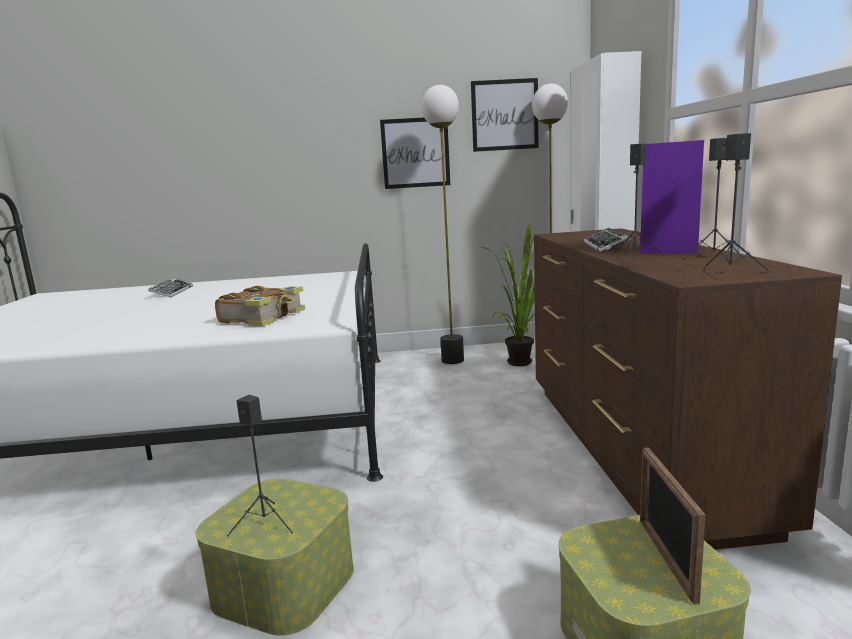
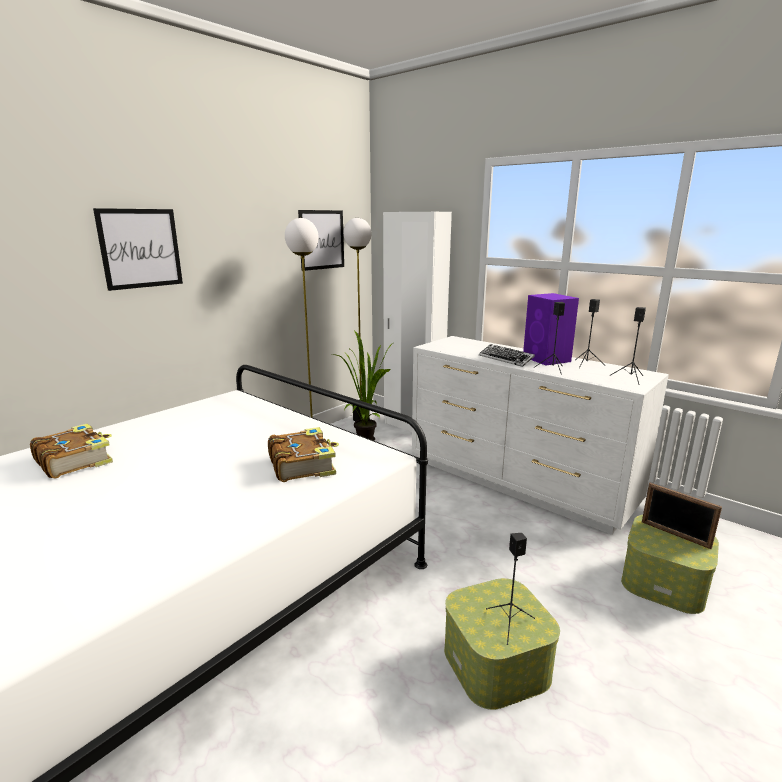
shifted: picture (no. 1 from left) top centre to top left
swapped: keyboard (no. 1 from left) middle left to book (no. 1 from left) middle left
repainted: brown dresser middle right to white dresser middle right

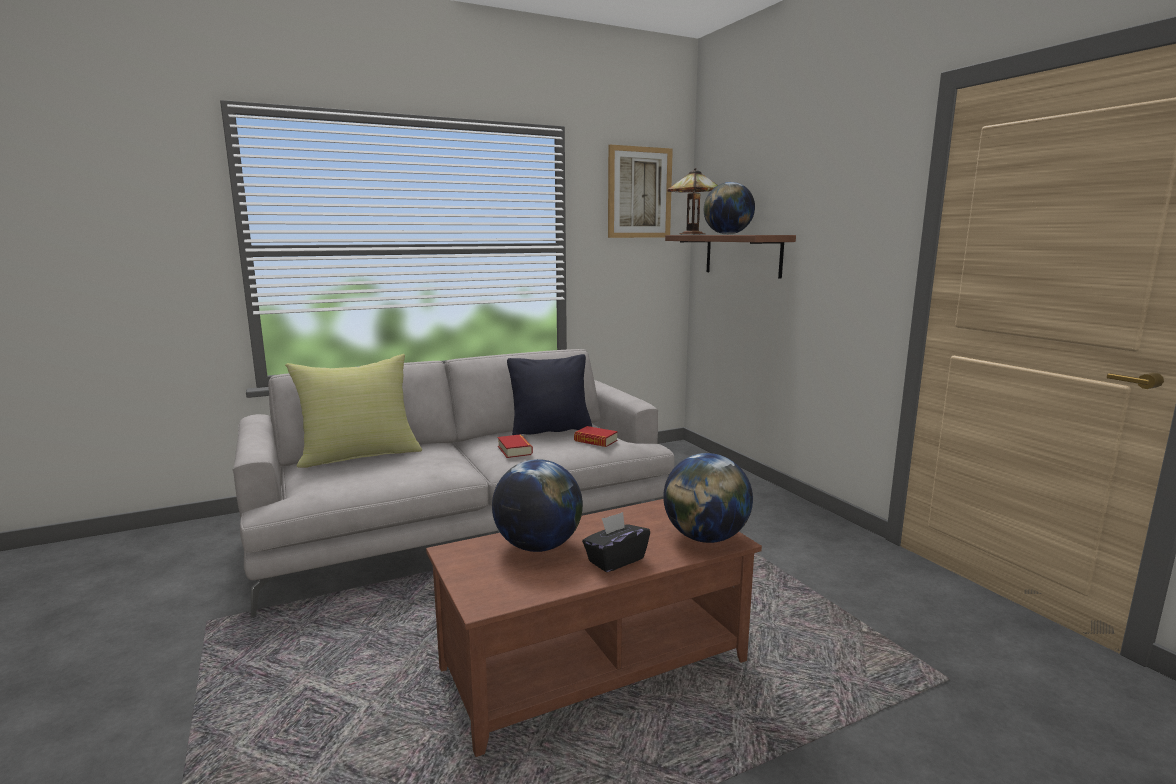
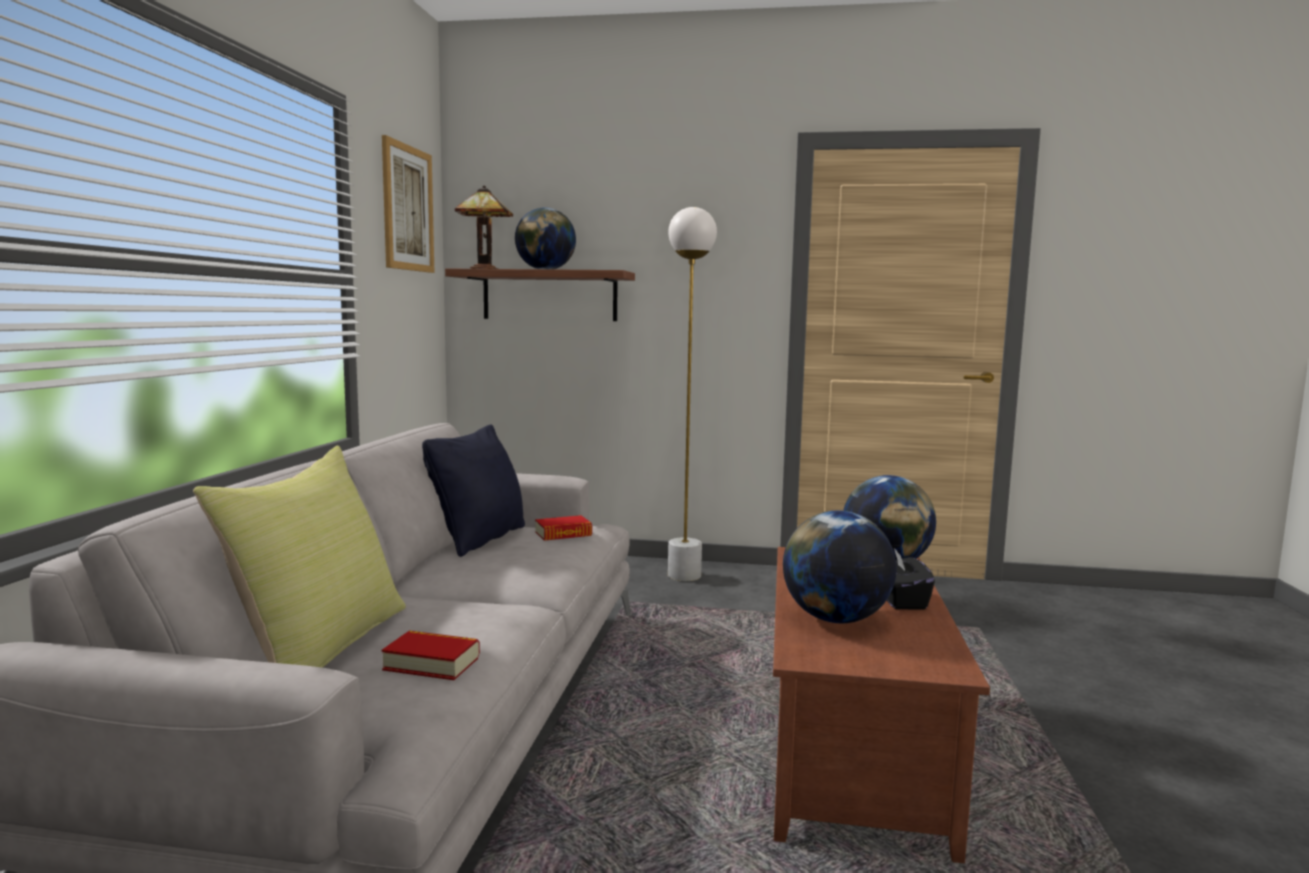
new: white floor lamp centre
shifted: book (no. 1 from left) centre to bottom left

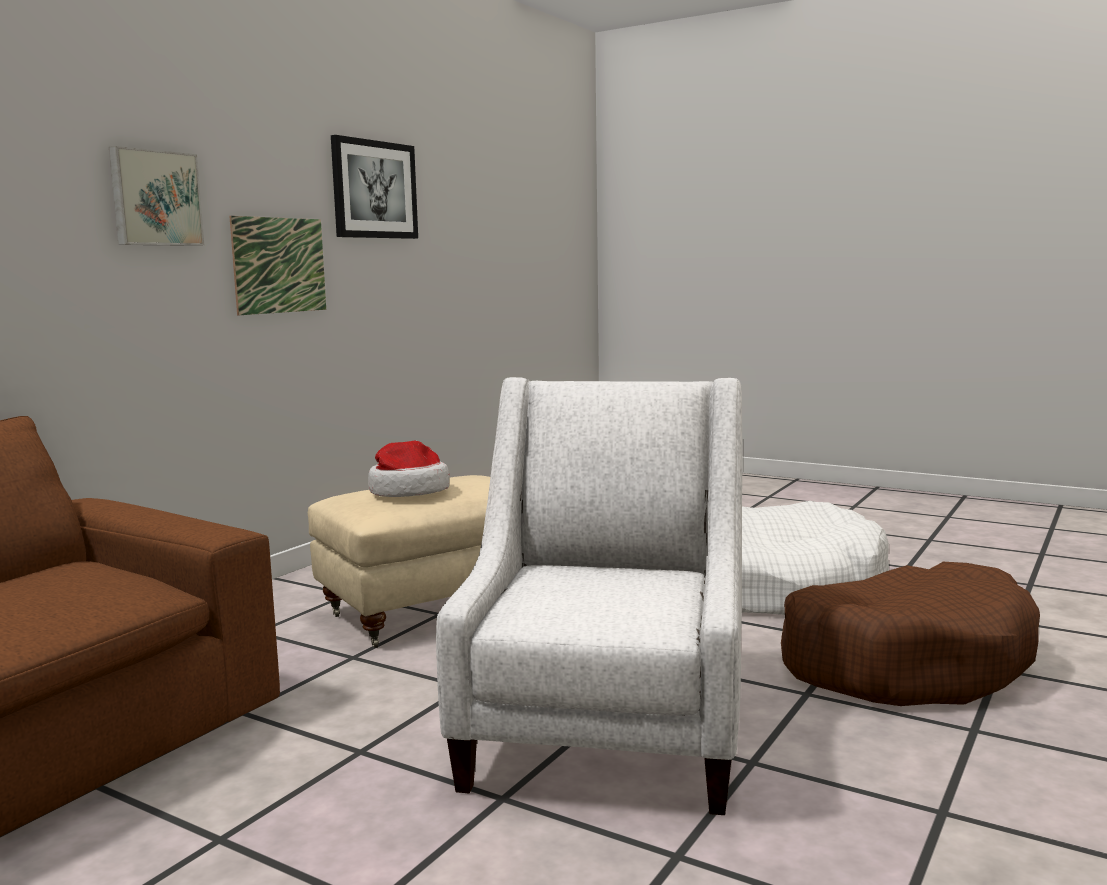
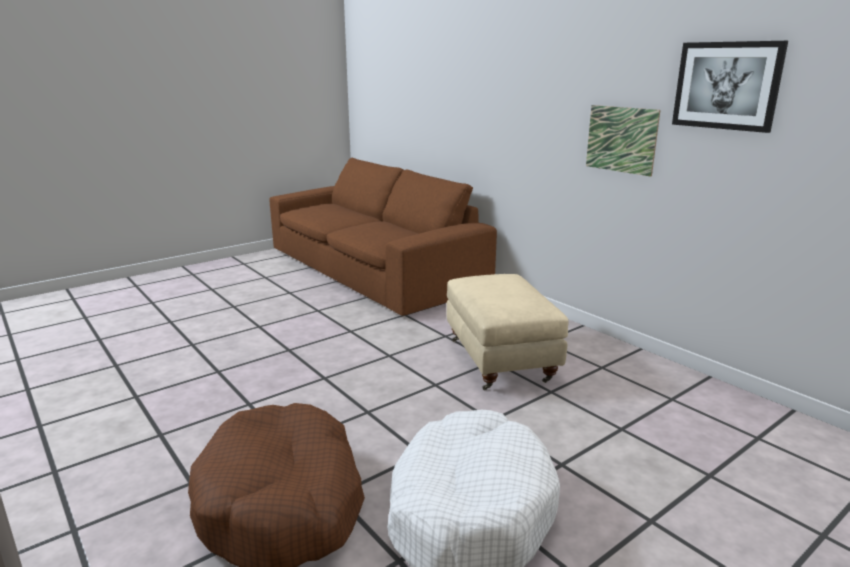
gone: picture (no. 1 from left) top left; hat centre; white armchair bottom centre

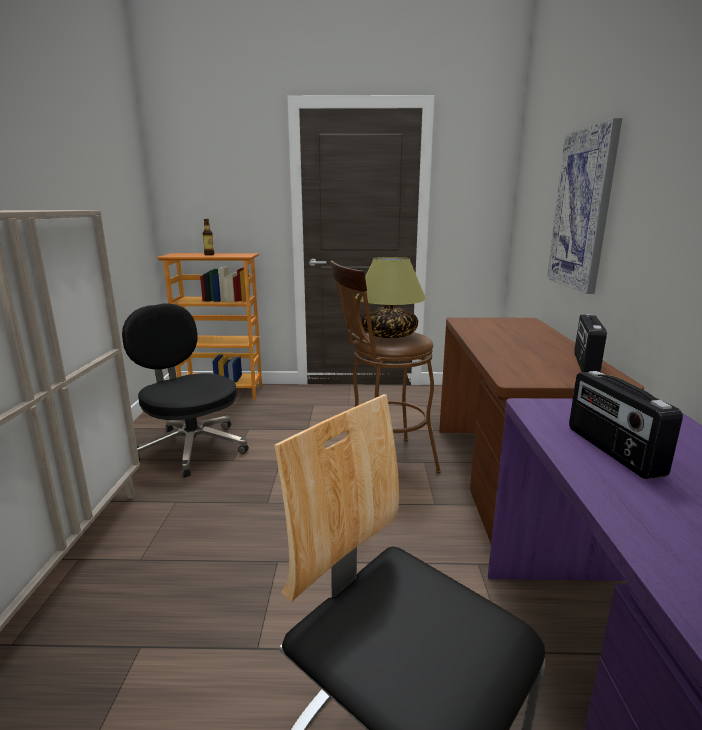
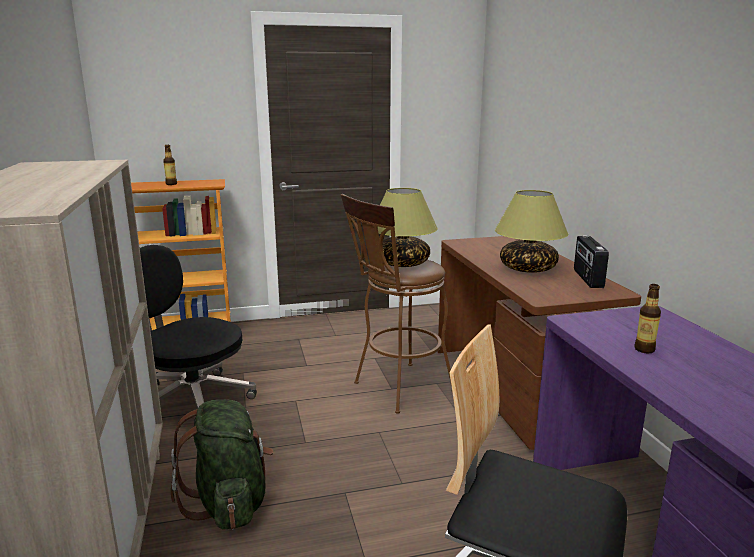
gone: picture top right
new: green backpack bottom left; table lamp (no. 2 from left) middle right
swapped: radio (no. 2 from left) middle right to bottle (no. 2 from left) middle right

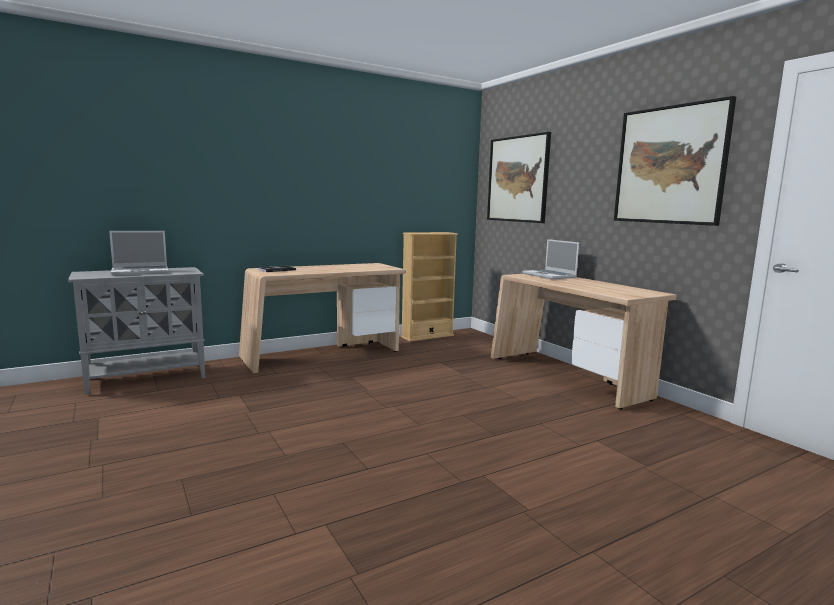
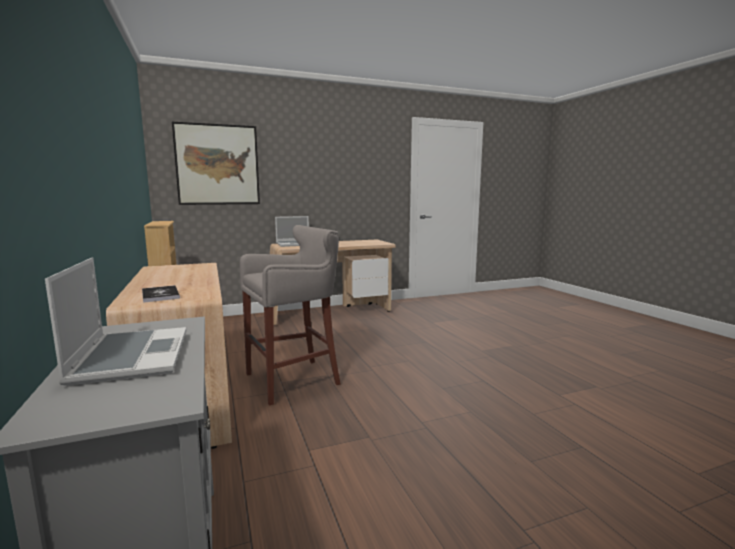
gone: picture (no. 2 from left) top right
new: grey stool centre

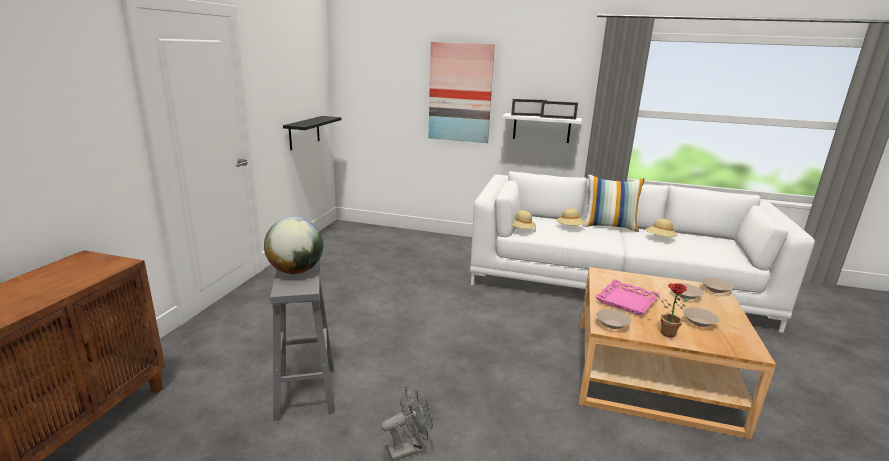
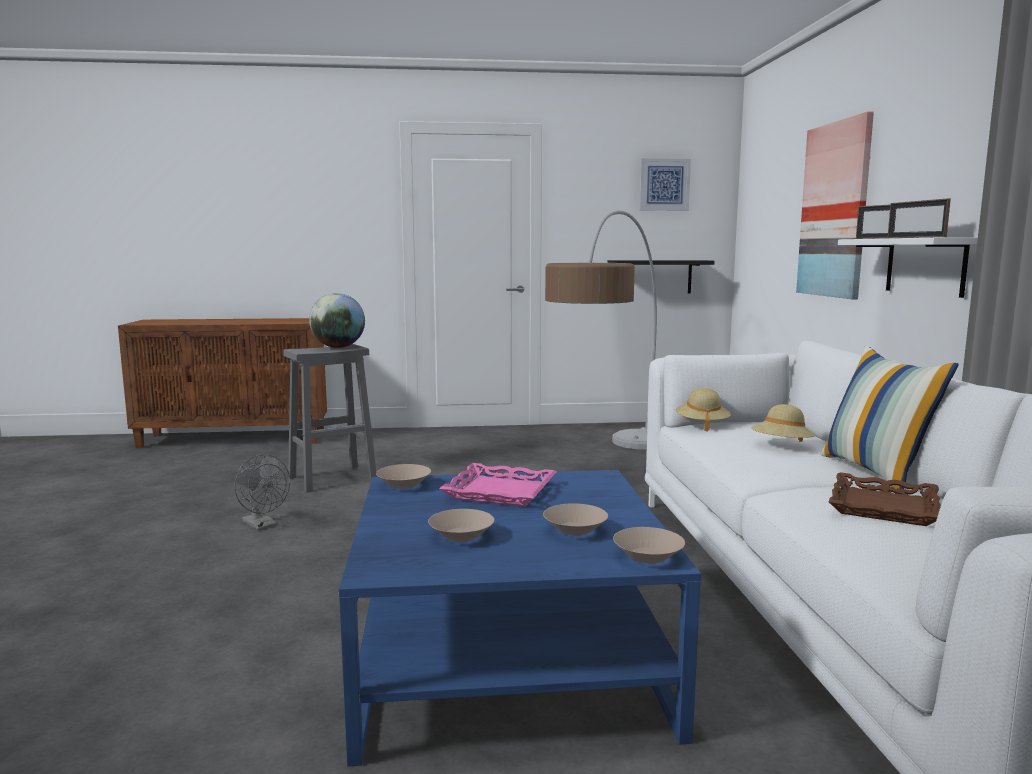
gone: potted plant bottom right
new: floor lamp centre; picture (no. 1 from left) top centre
swapped: beige hat (no. 3 from left) middle right to brown tray middle right
repainted: beige coffee table bottom right to blue coffee table bottom centre

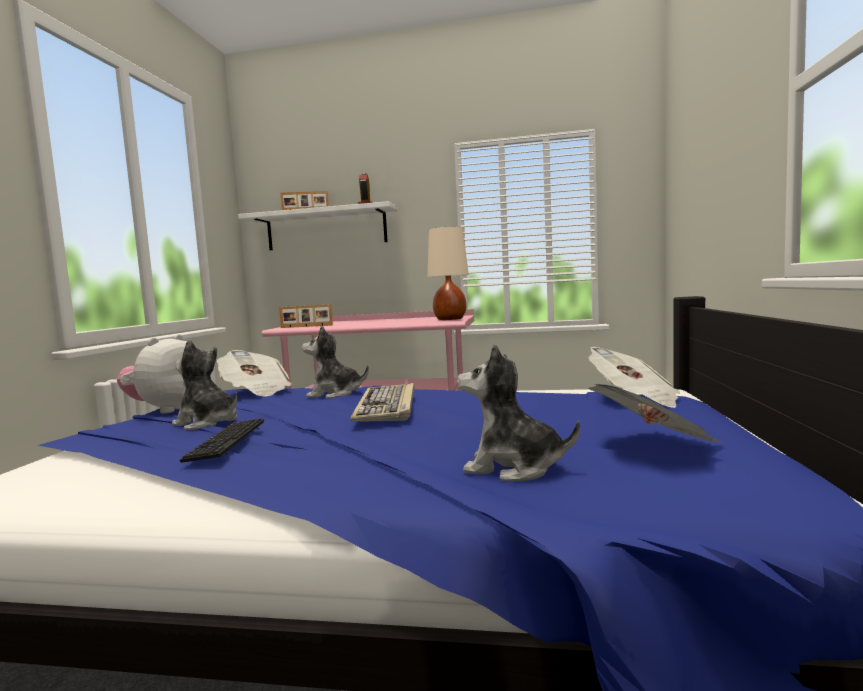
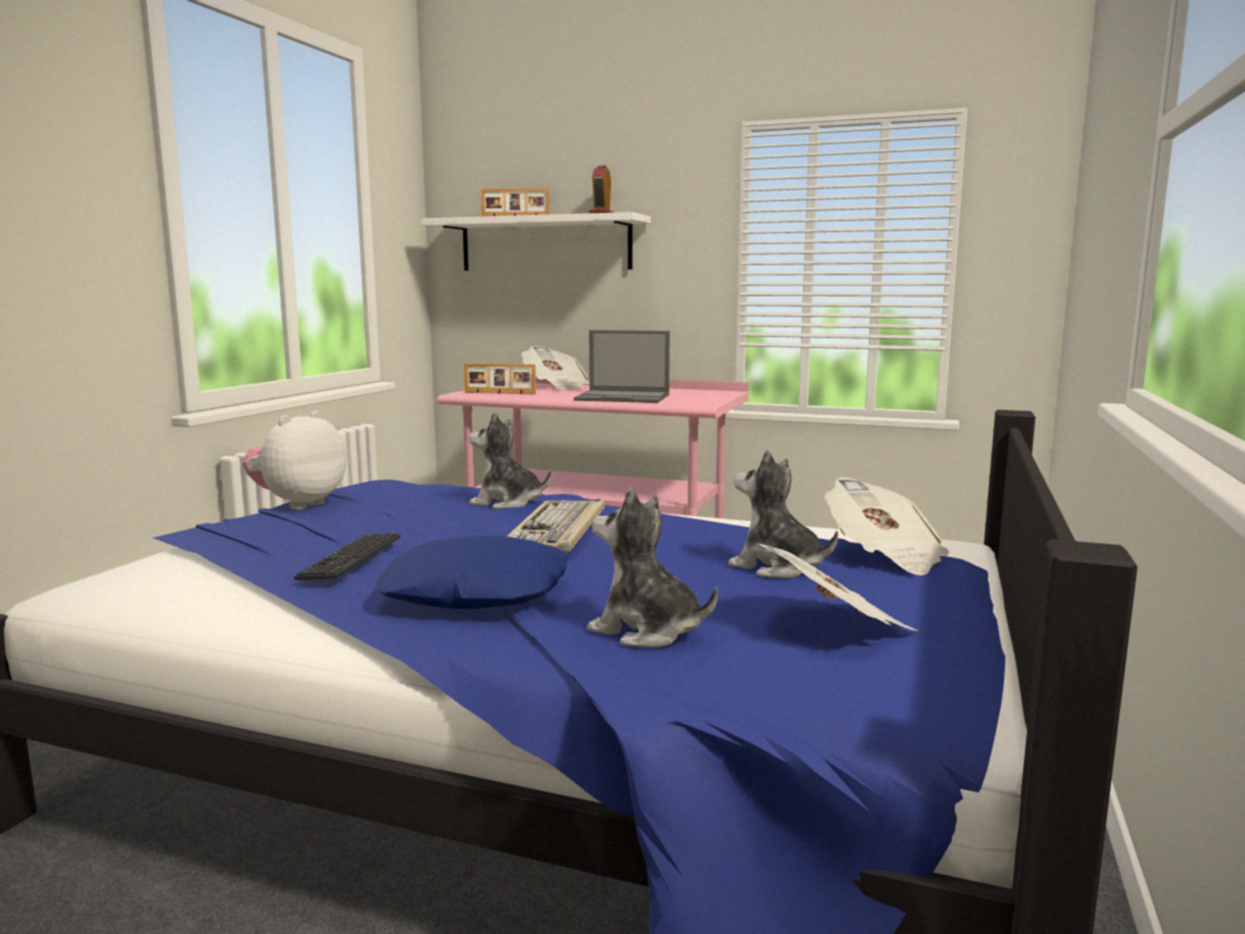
gone: beige table lamp centre
new: blue pillow centre; laptop centre
shifted: plush toy (no. 2 from left in the first image) middle left to plush toy (no. 4 from left) centre; newspaper (no. 1 from left) middle left to centre

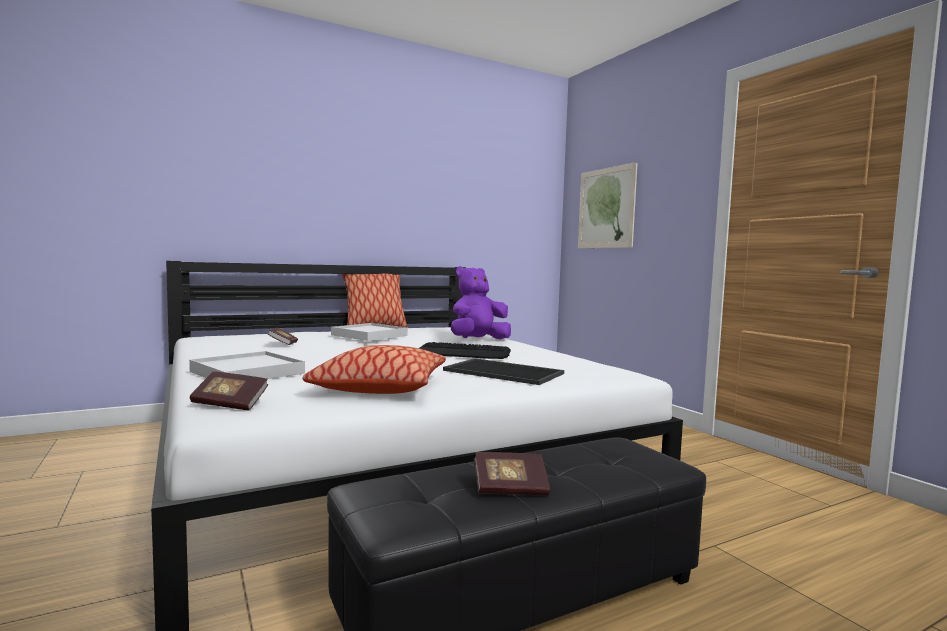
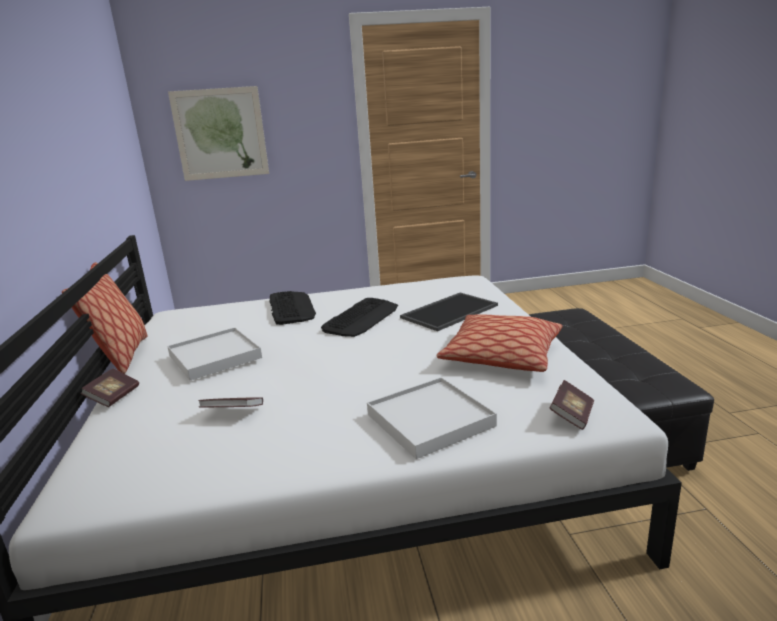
shifted: book (no. 3 from left in the first image) bottom centre to book (no. 1 from left) middle left
swapped: purple plush toy centre to keyboard (no. 1 from left) centre

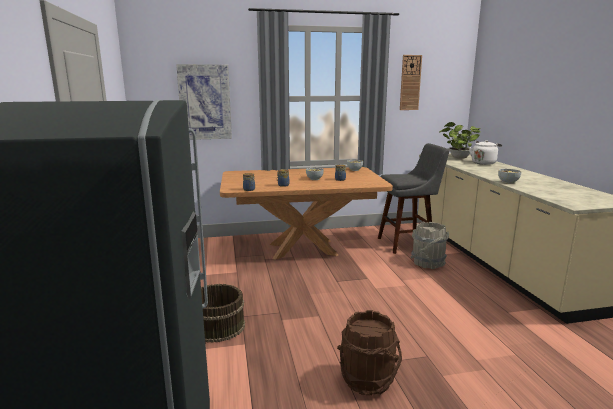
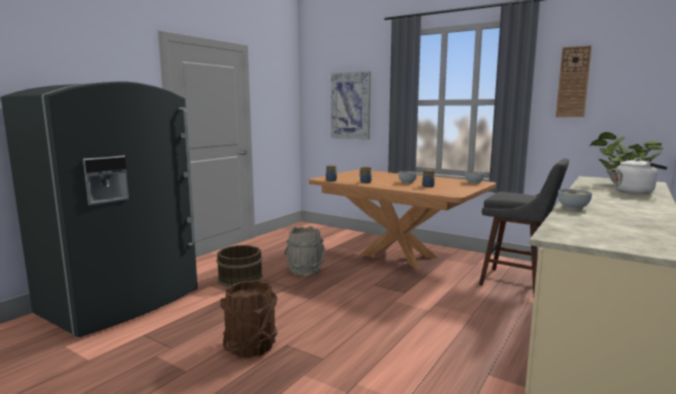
shifted: grey bucket middle right to centre

